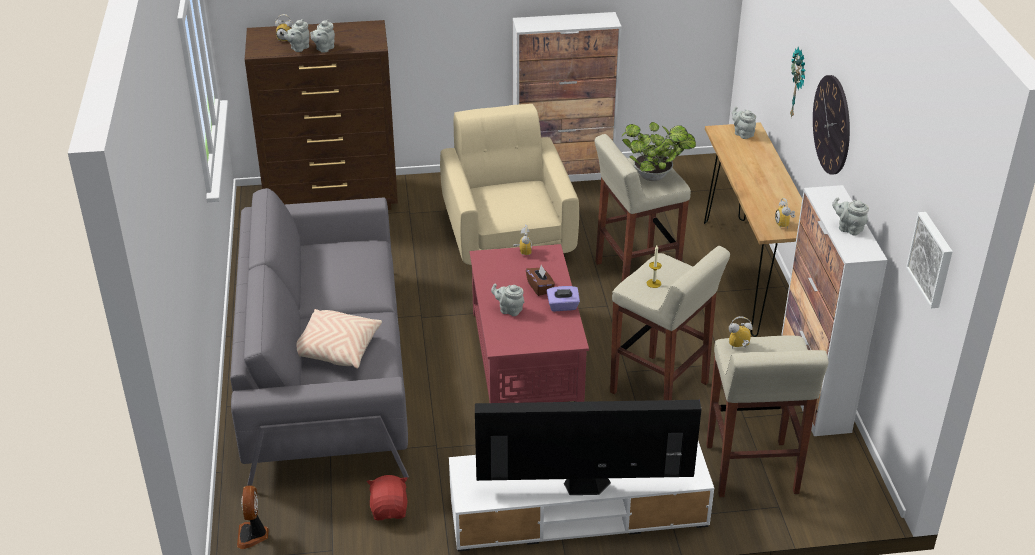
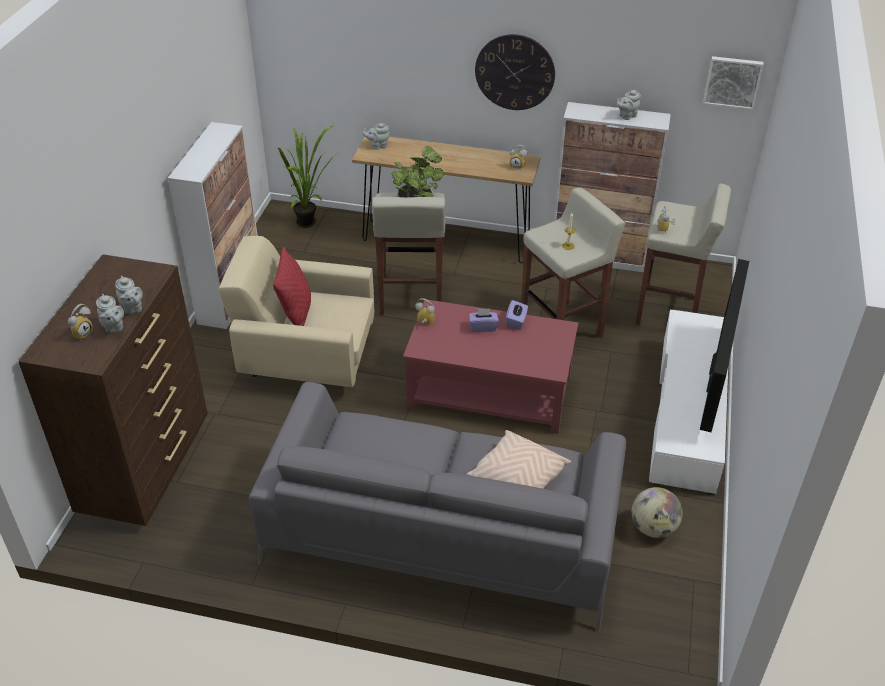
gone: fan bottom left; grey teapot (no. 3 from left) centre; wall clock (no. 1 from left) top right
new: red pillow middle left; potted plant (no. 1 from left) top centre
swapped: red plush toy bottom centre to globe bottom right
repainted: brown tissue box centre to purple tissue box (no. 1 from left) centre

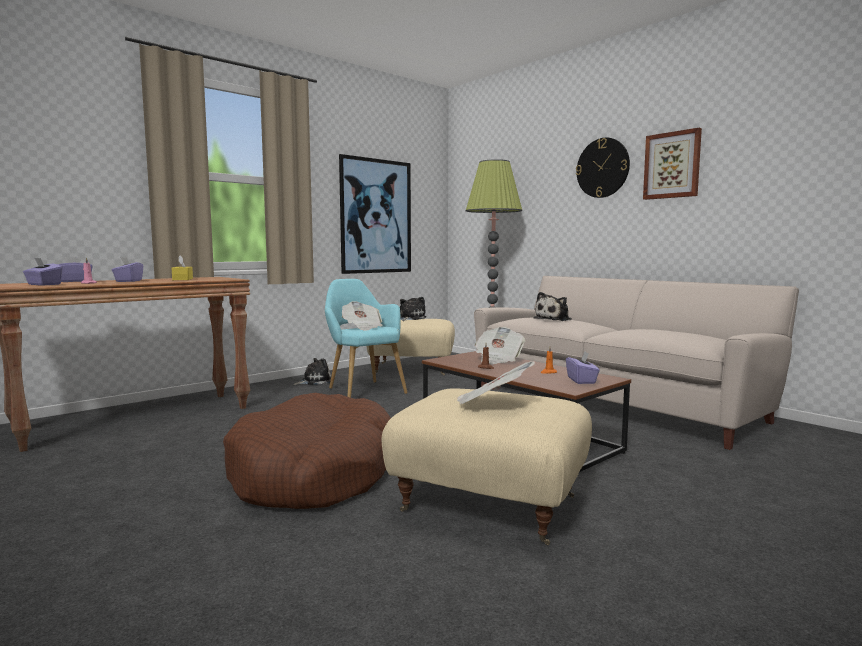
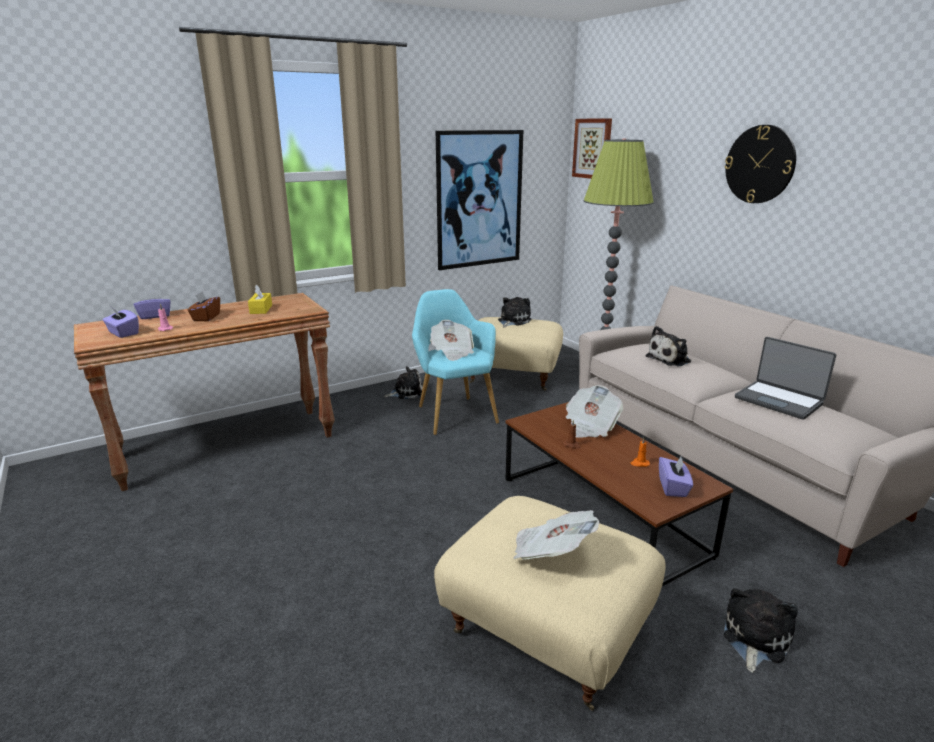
gone: brown dog bed bottom centre
new: plush toy (no. 4 from left) bottom right; laptop middle right
shifted: picture (no. 2 from left) top right to top centre
repainted: purple tissue box (no. 3 from left) middle left to brown tissue box middle left

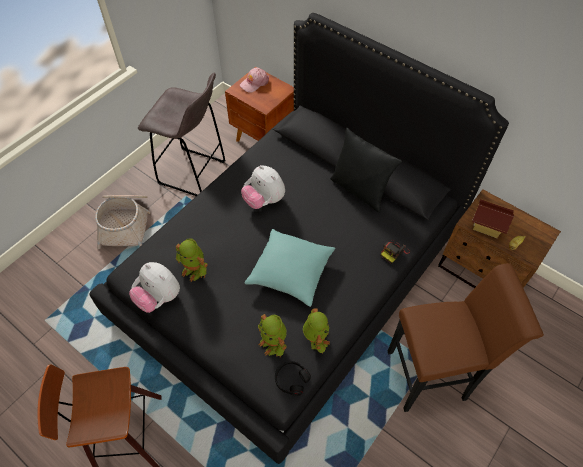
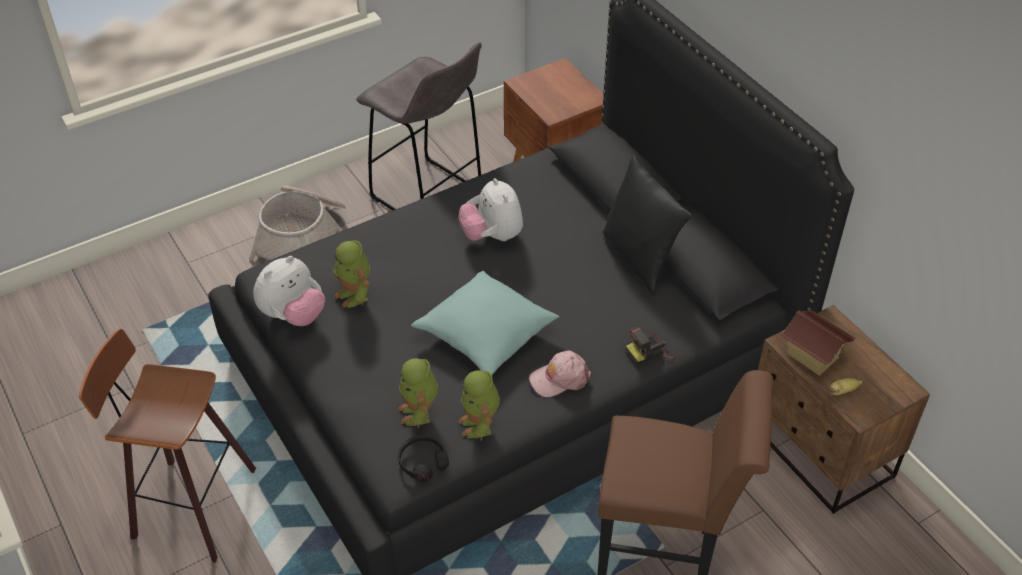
shifted: pink cap top centre to centre
rotated: plush toy (no. 1 from left) middle left = middle left 105 degrees counterclockwise; toy robot (no. 3 from left) bottom centre = bottom centre 150 degrees clockwise

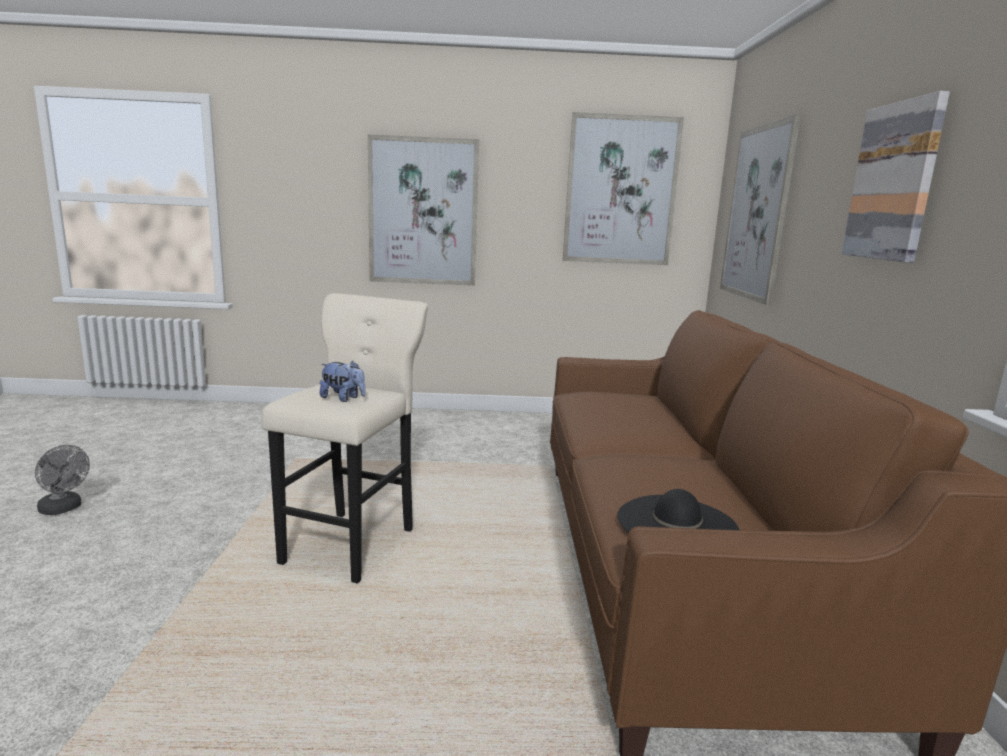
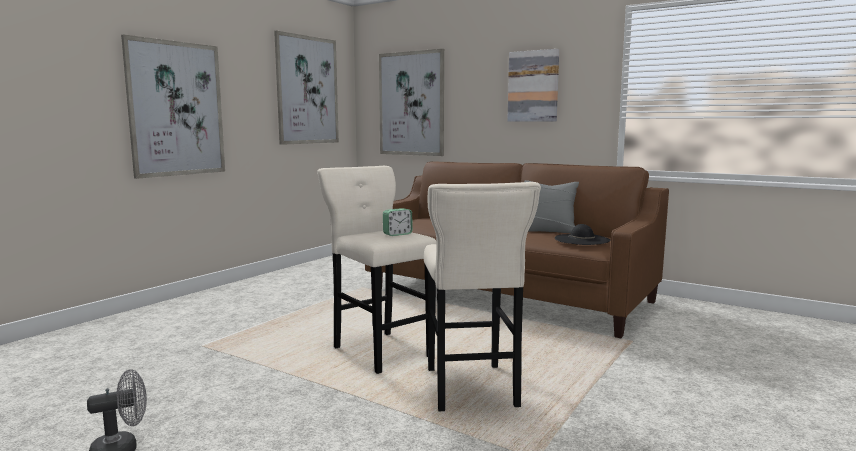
new: beige stool (no. 2 from left) centre; grey pillow centre
swapped: plush toy centre to alarm clock centre

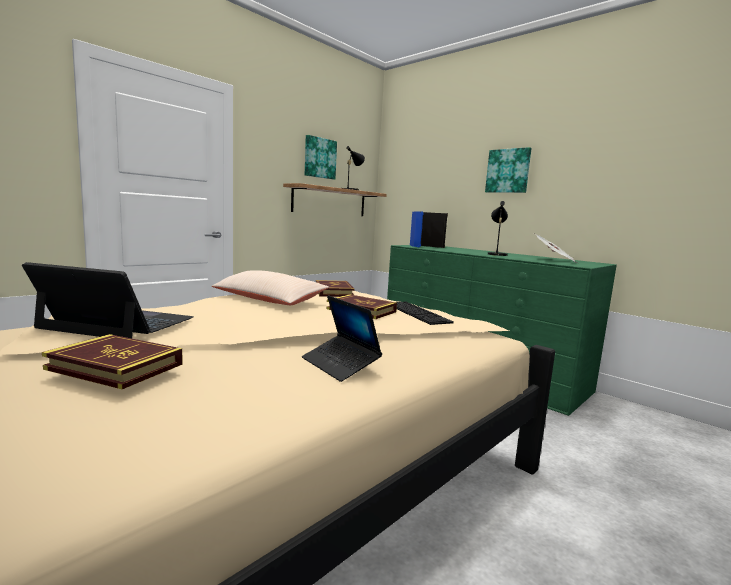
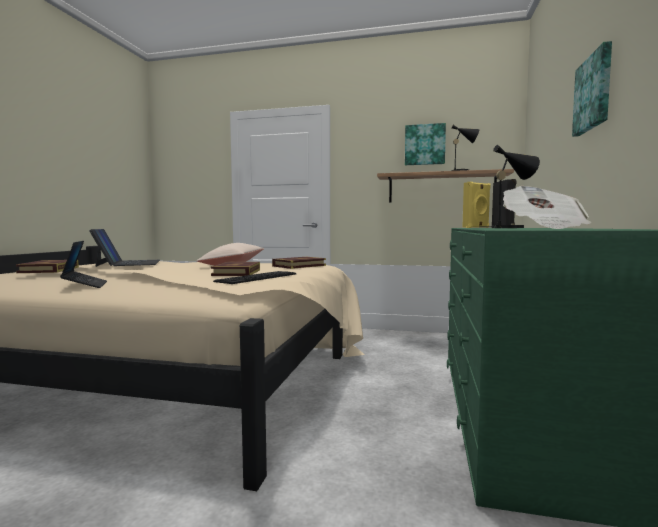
repainted: blue speaker centre to yellow speaker middle right
rotated: laptop (no. 2 from left in the first image) centre = middle left 135 degrees clockwise

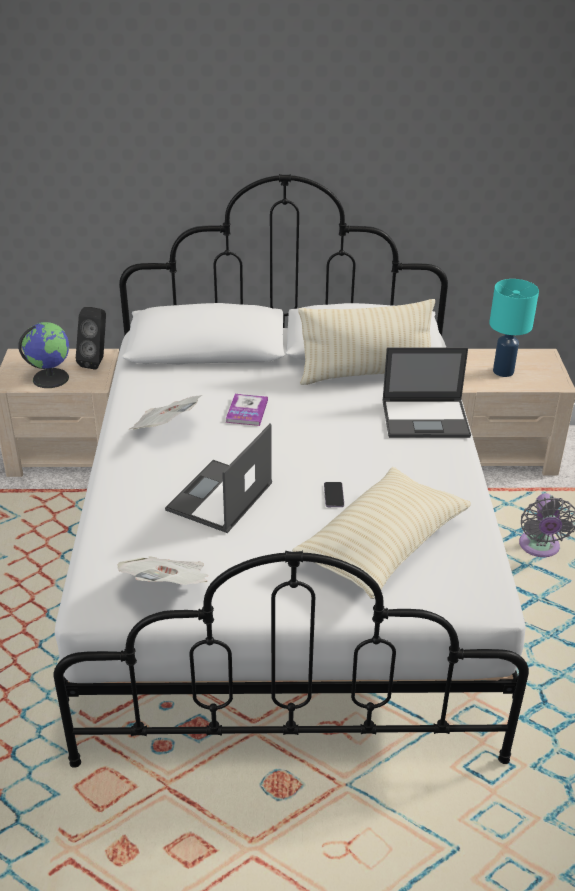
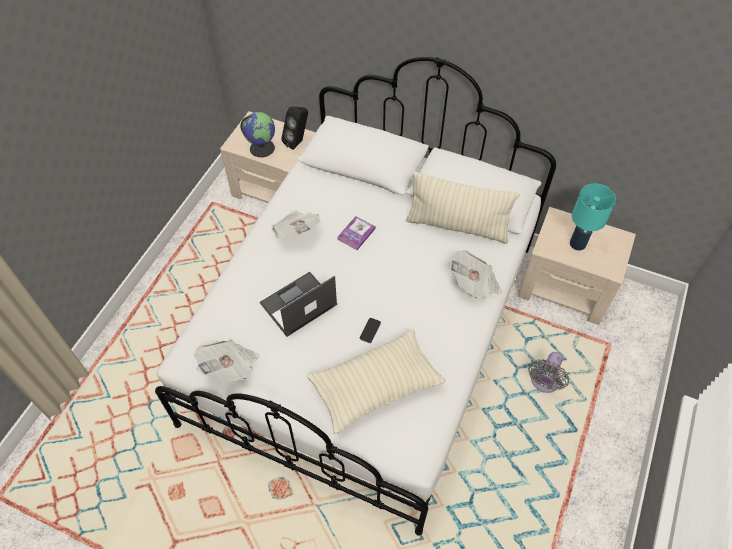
swapped: laptop (no. 2 from left) middle right to newspaper (no. 3 from left) centre

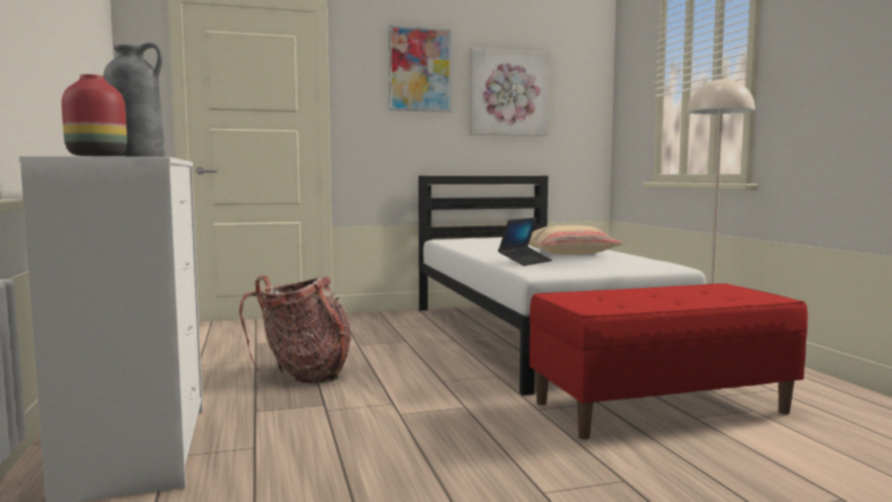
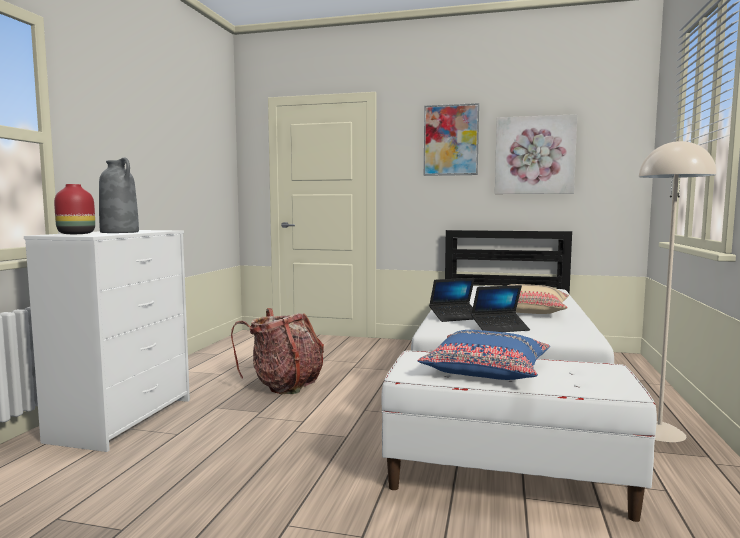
new: blue pillow centre; laptop (no. 2 from left) middle right
repainted: red bench bottom right to white bench bottom right

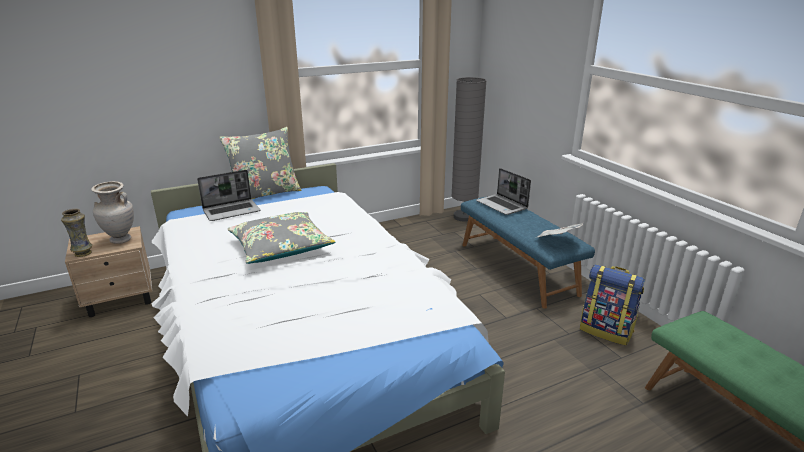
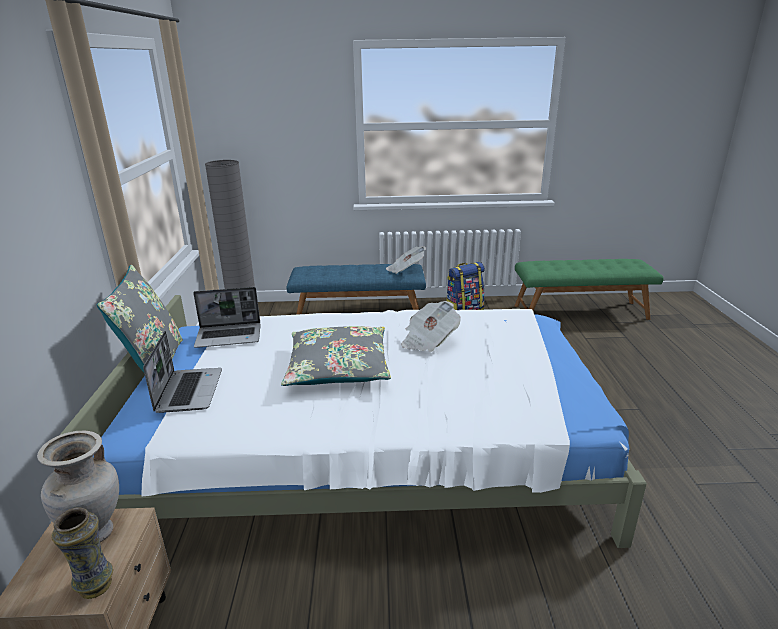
new: newspaper (no. 2 from left) centre
shifted: laptop (no. 2 from left) centre to middle left

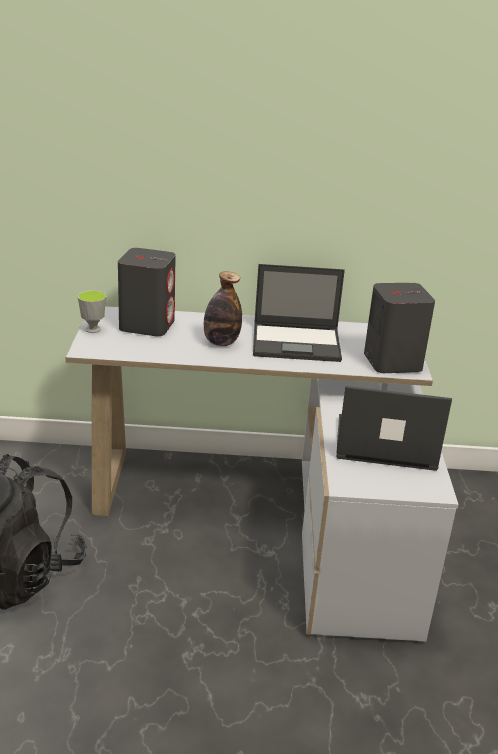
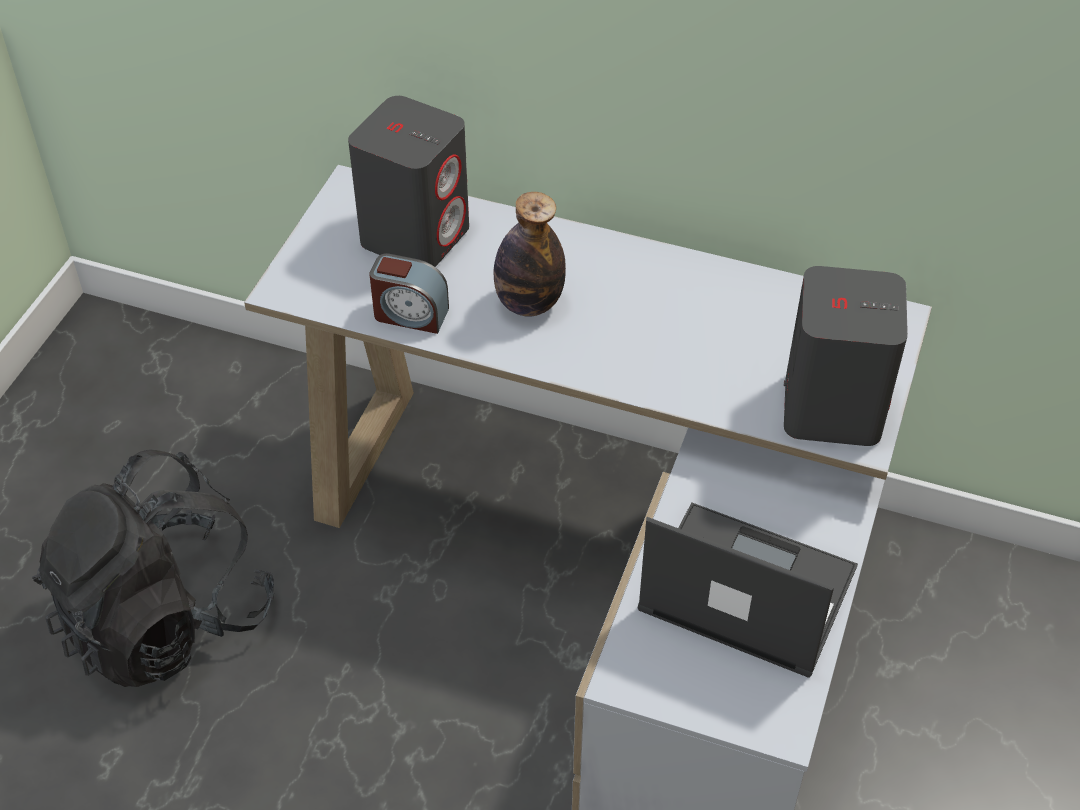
gone: cup middle left; laptop (no. 1 from left) centre
new: alarm clock centre

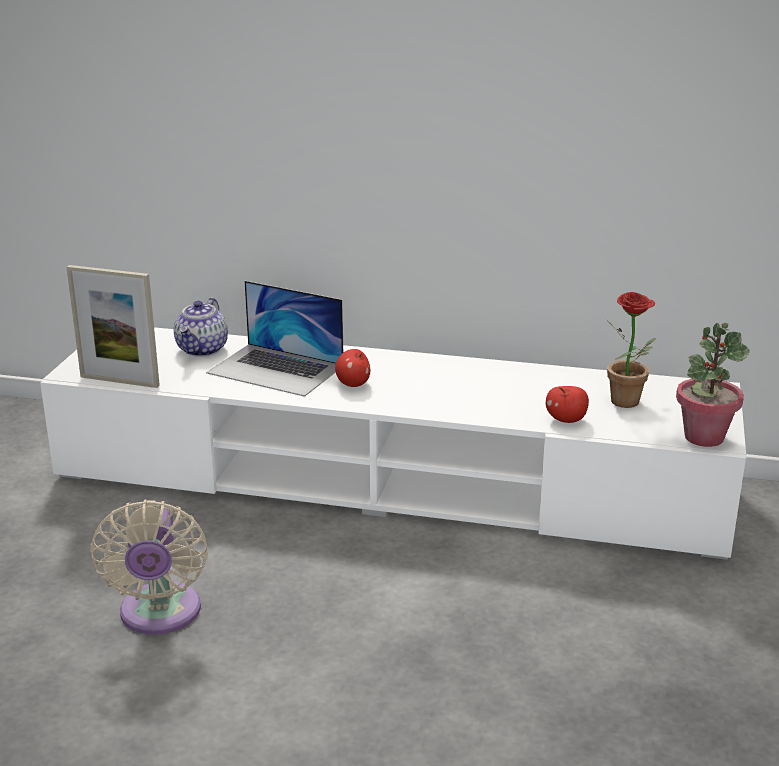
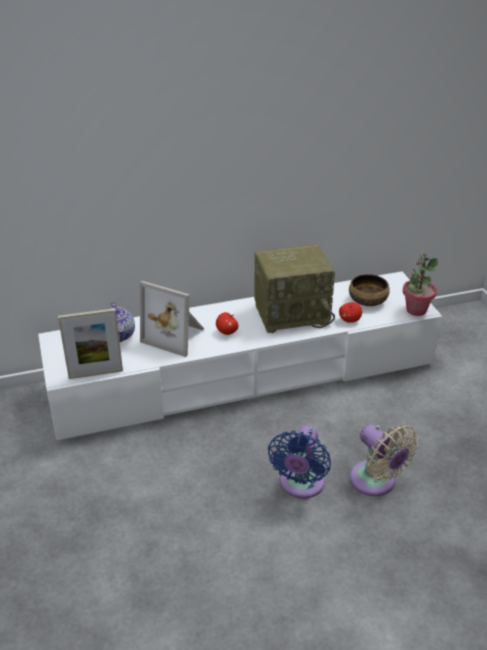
new: radio centre; blue fan bottom centre
shifted: beige fan bottom left to bottom right
swapped: laptop centre to picture frame (no. 2 from left) centre; potted plant (no. 1 from left) middle right to bowl middle right

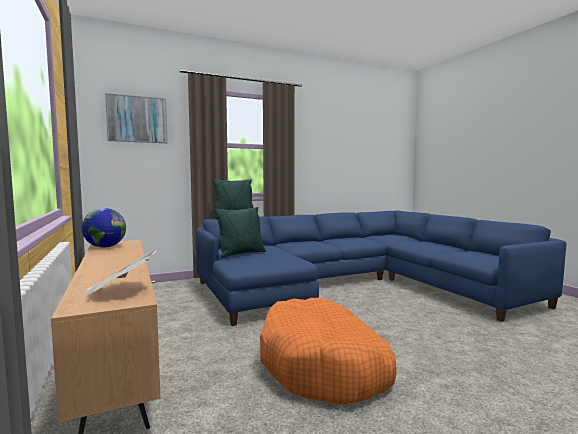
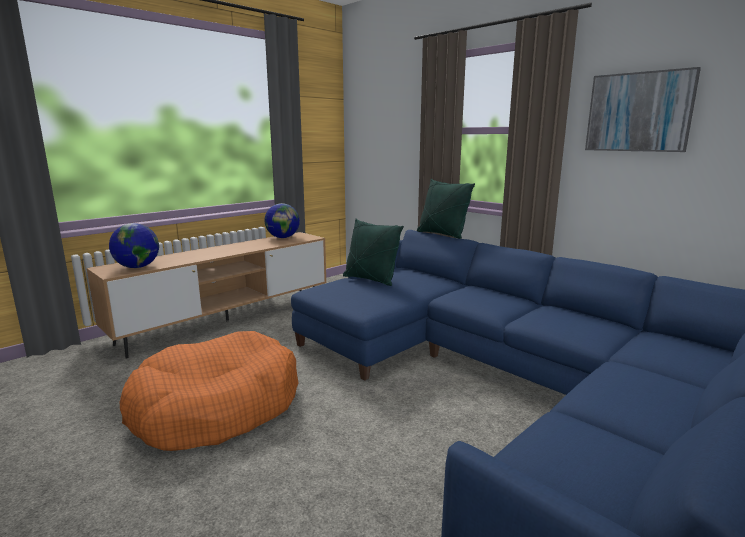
shifted: picture top left to top right
swapped: newspaper middle left to globe (no. 1 from left) middle left

